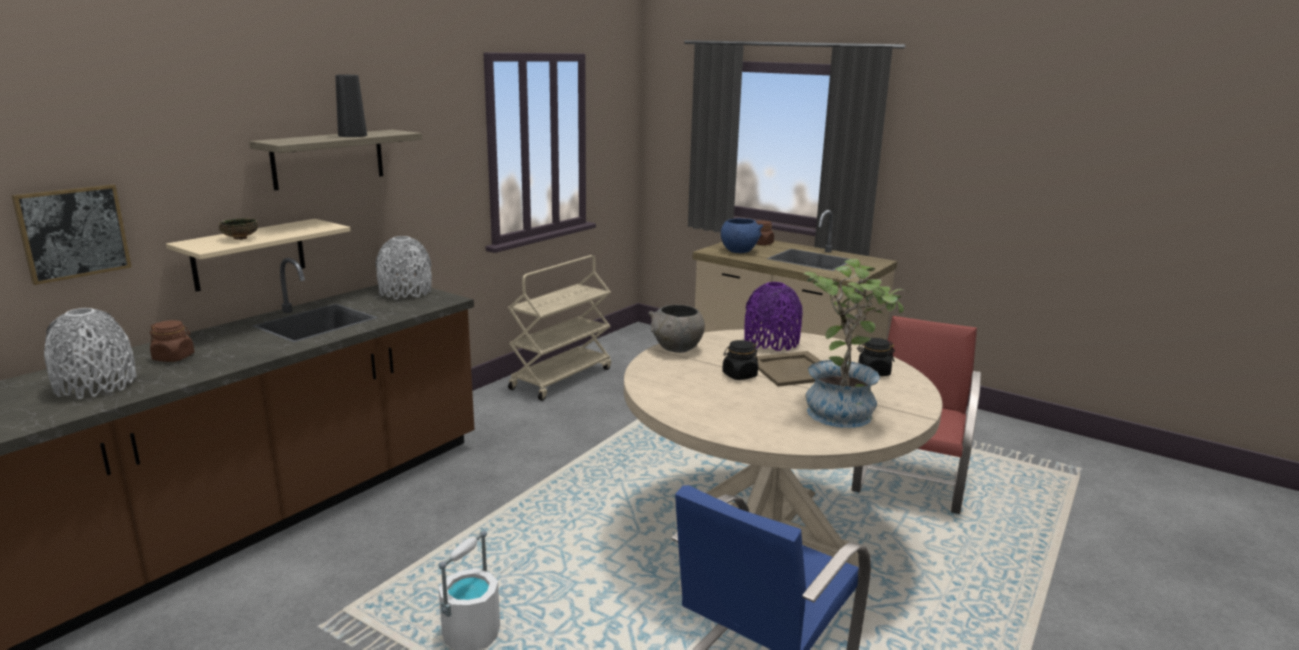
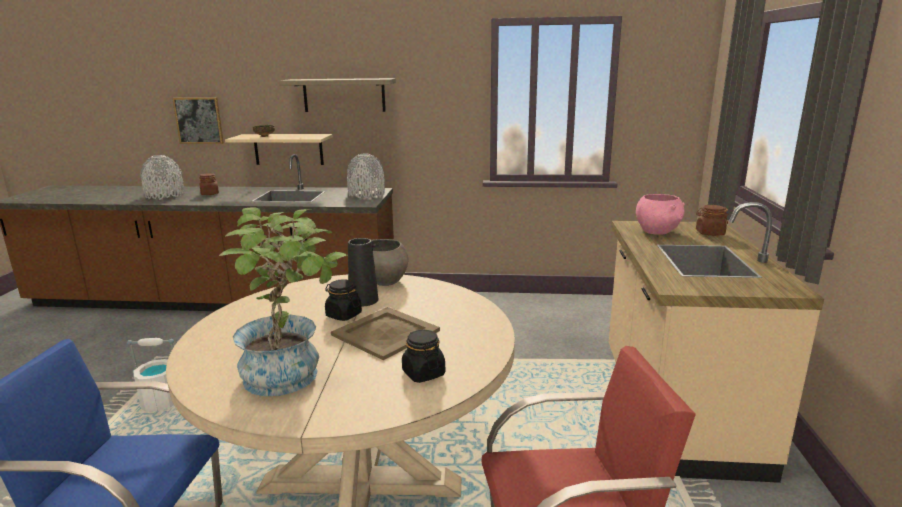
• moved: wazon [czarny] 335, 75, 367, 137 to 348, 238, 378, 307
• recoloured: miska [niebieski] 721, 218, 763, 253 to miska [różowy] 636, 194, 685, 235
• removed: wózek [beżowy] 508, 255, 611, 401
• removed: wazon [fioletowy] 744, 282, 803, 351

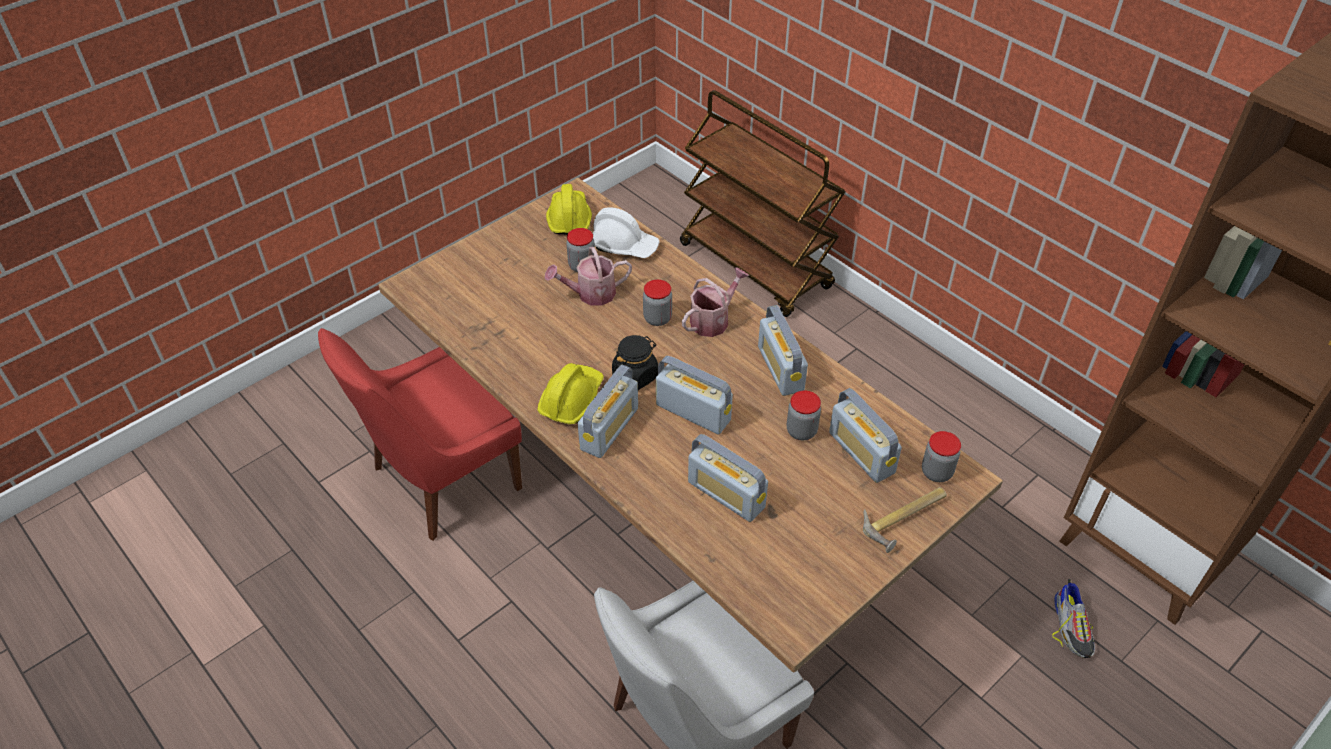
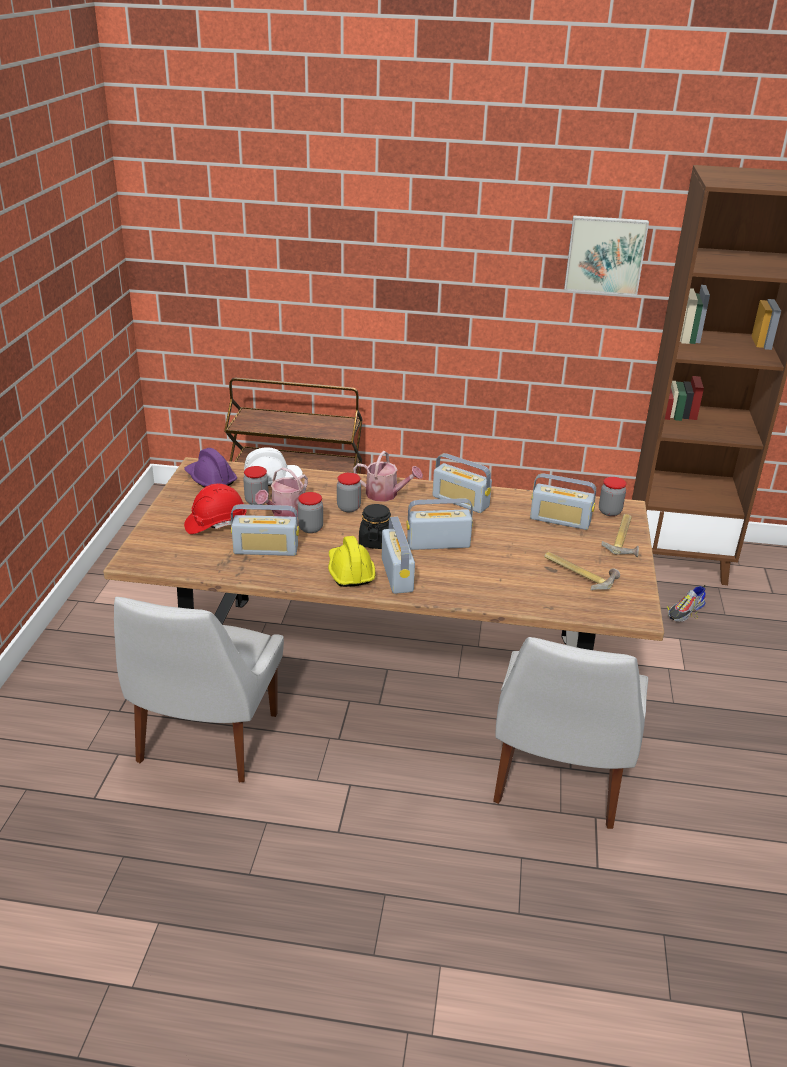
• recoloured: krzesło [czerwony] 318, 328, 522, 541 to krzesło [biały] 114, 597, 284, 782
• recoloured: kask [żółty] 546, 184, 592, 234 to kask [fioletowy] 184, 448, 237, 488
• added: kask [czerwony] 184, 484, 247, 534
• moved: radio 688, 434, 768, 522 to 231, 504, 299, 556
• moved: słoik 787, 391, 821, 440 to 298, 492, 323, 533
• turned: konewka 682, 267, 749, 337 = 353, 451, 423, 502 105 degrees clockwise
• added: młotek 544, 552, 620, 590
• added: obraz 564, 215, 649, 296
• turned: but 1052, 579, 1095, 658 = 667, 585, 706, 622 90 degrees clockwise

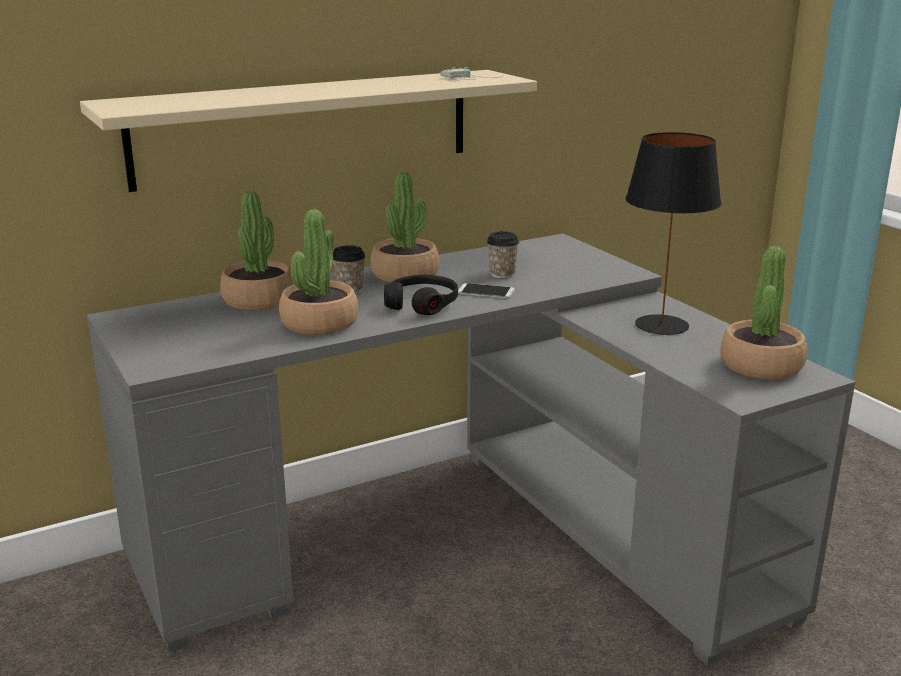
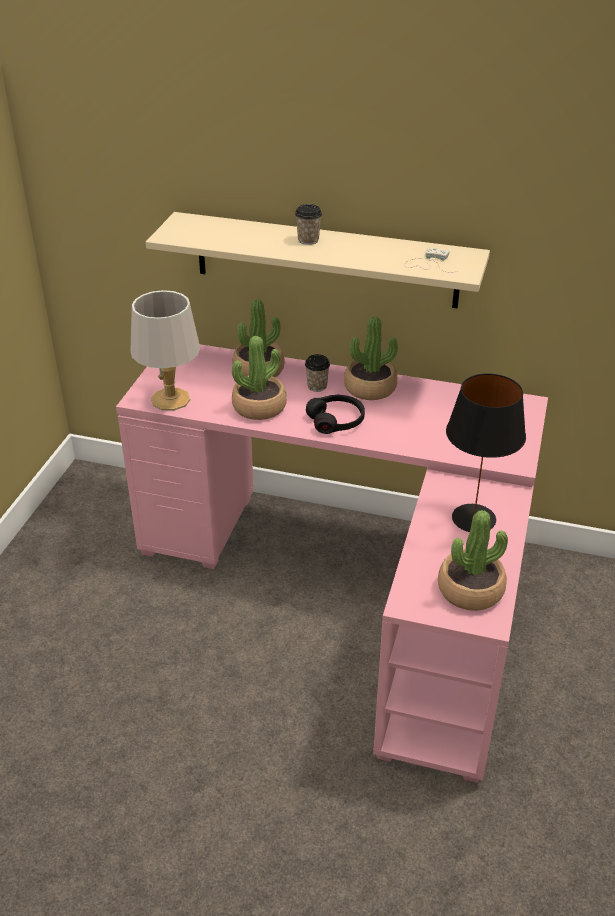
• recoloured: biurko [szary] 87, 234, 855, 666 to biurko [różowy] 116, 344, 548, 783
• added: lampa stołowa [szary] 130, 290, 201, 411
• moved: filiżanka 487, 231, 519, 278 to 295, 204, 322, 245
• removed: telefon 458, 283, 515, 298

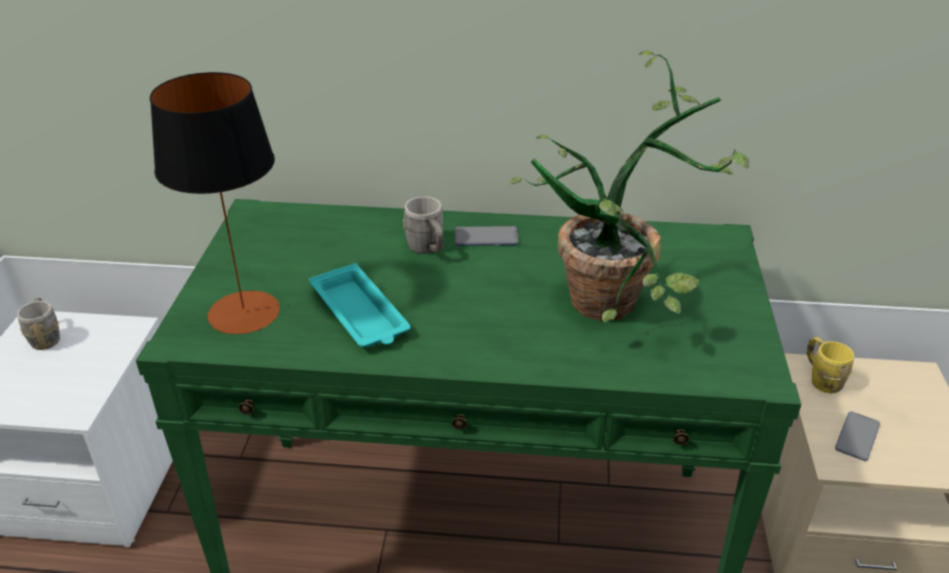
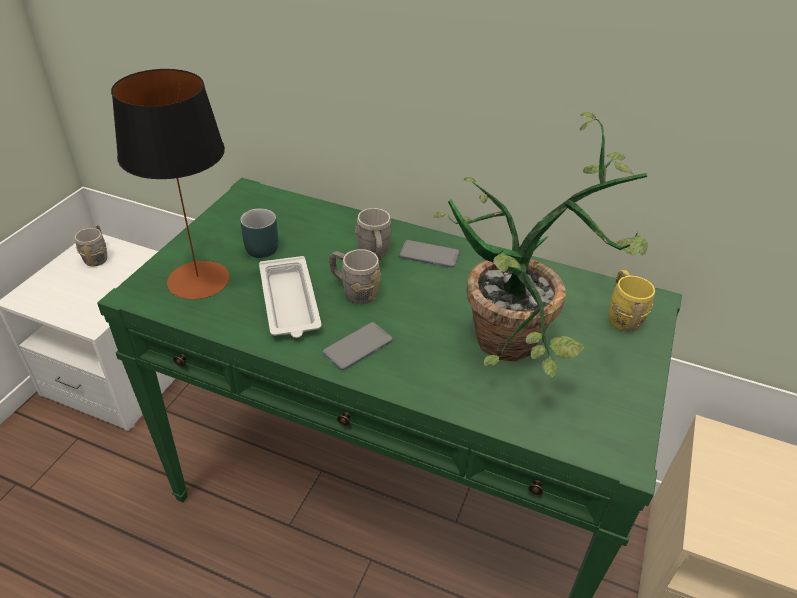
• added: kubek [turkusowy] 240, 208, 279, 258
• recoloured: taca [turkusowy] 309, 263, 410, 347 to taca [biały] 259, 256, 321, 338
• moved: telefon 835, 411, 880, 461 to 323, 322, 393, 370
• added: kubek [szary] 329, 249, 381, 304
• moved: kubek [żółty] 807, 337, 854, 393 to 609, 270, 655, 332

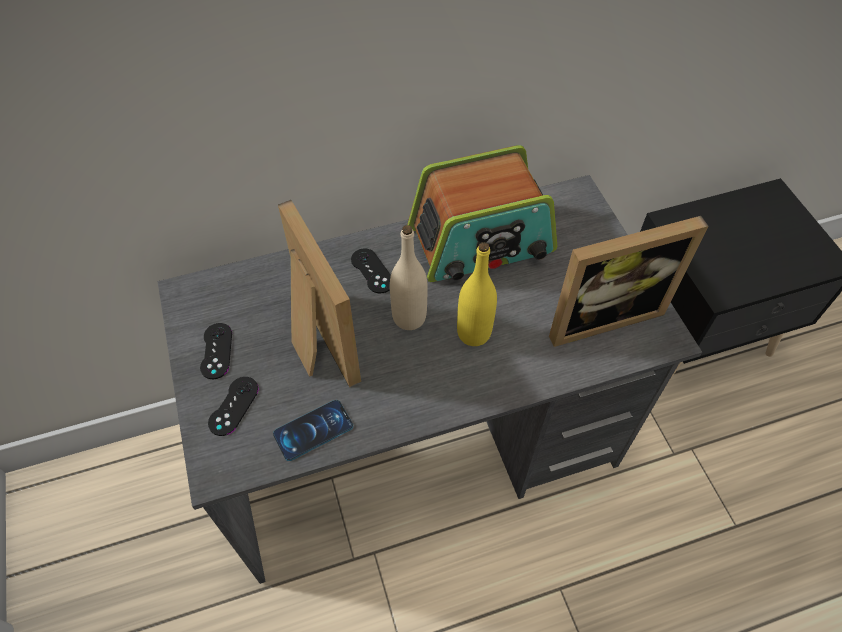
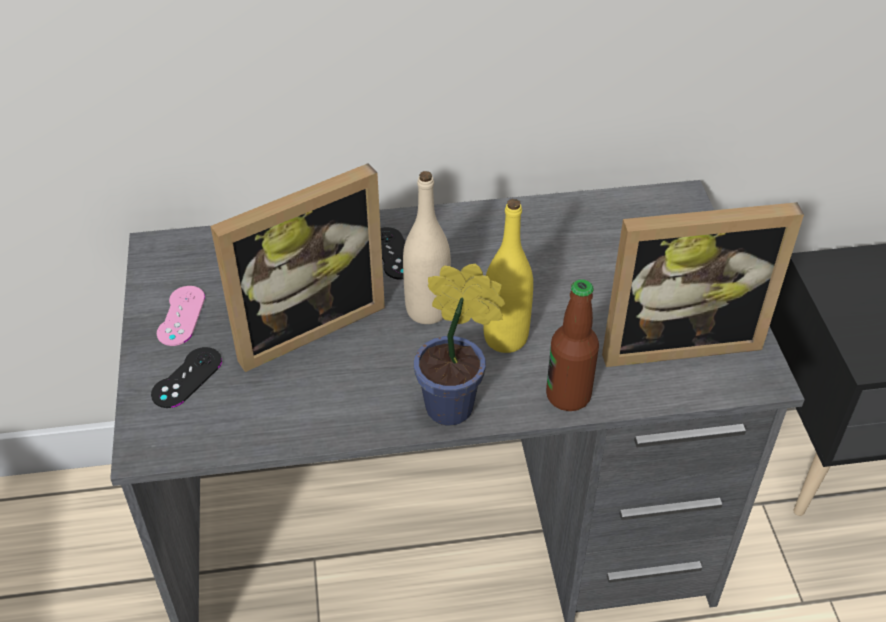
• recoloured: pad do gier [czarny] 200, 323, 232, 379 to pad do gier [różowy] 157, 286, 205, 346
• turned: ramka na zdjęcie 278, 200, 361, 387 = 210, 163, 385, 372 75 degrees clockwise
• added: roślina doniczkowa 414, 264, 505, 425
• added: butelka 546, 279, 599, 411
• removed: telefon 273, 400, 353, 461
• removed: radio 407, 145, 557, 282

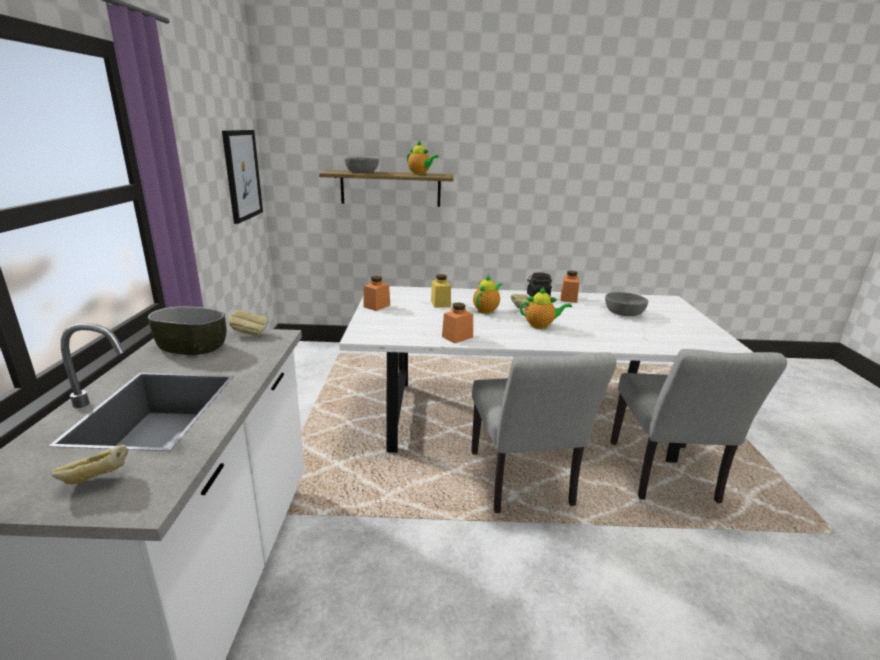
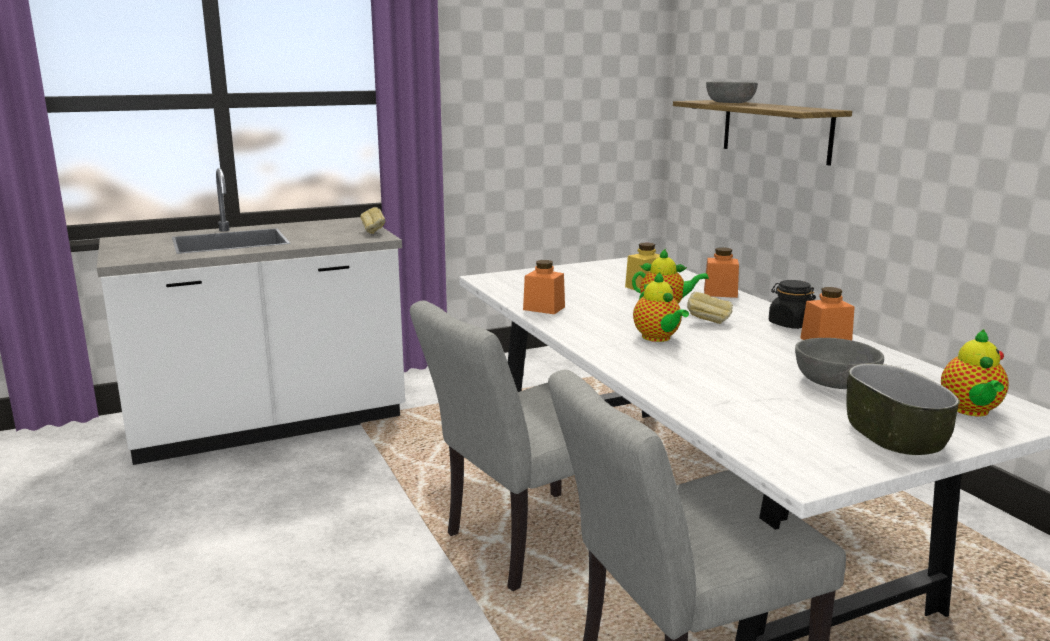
• moved: słoik [pomarańczowy] 363, 276, 390, 311 to 704, 247, 739, 298
• moved: miska 148, 306, 226, 355 to 847, 364, 960, 455
• moved: imbryk 407, 140, 439, 174 to 941, 329, 1009, 416
• removed: chleb 51, 445, 128, 485
• removed: obraz 222, 130, 263, 224

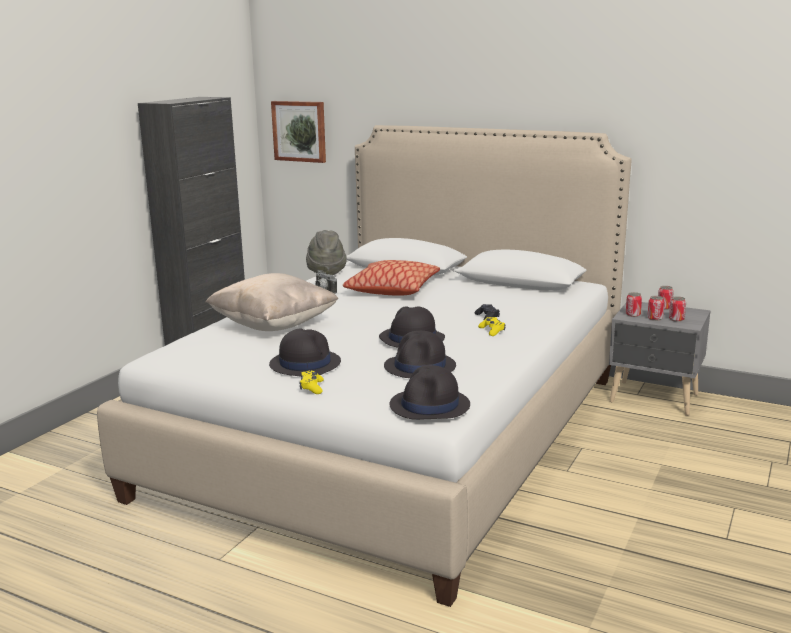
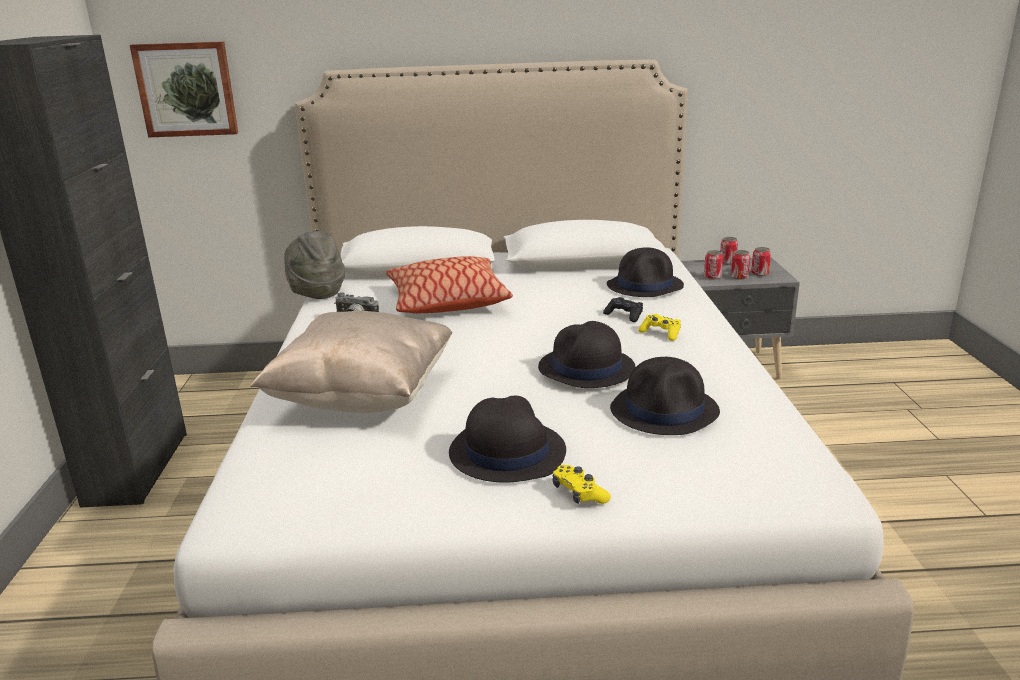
• moved: kapelusz [czarny] 389, 365, 470, 420 to 607, 248, 684, 297

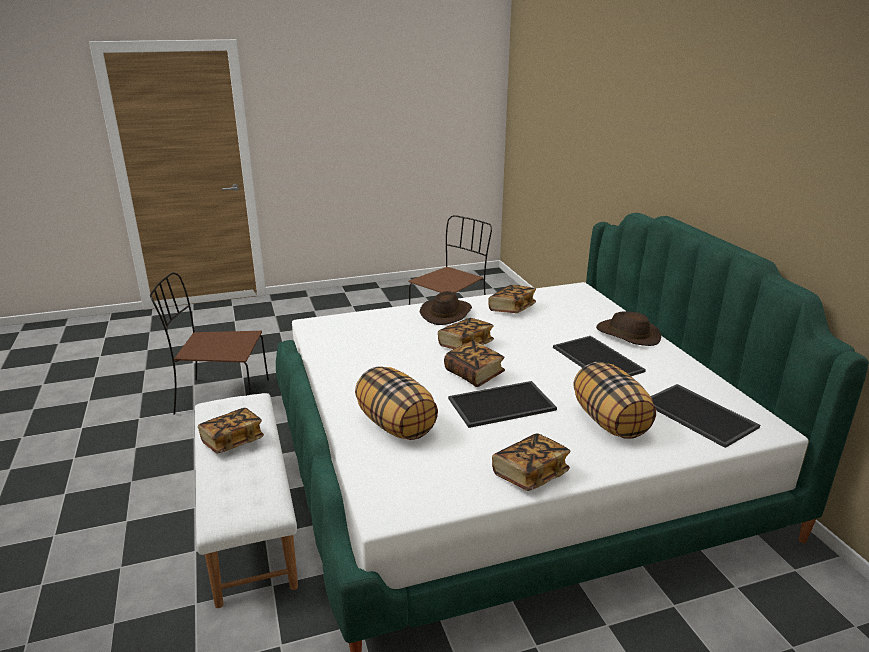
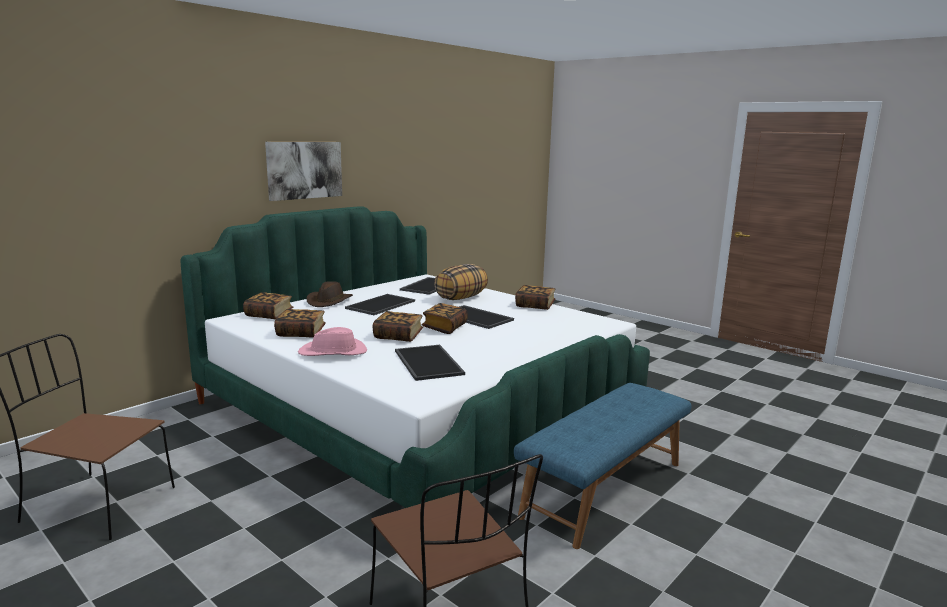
• moved: książka 198, 408, 264, 454 to 243, 292, 293, 319
• added: obraz 265, 142, 342, 201
• recoloured: kapelusz [brązowy] 420, 291, 472, 325 to kapelusz [różowy] 298, 327, 367, 356
• added: taca 395, 345, 465, 381
• recoloured: ławka [biały] 195, 393, 298, 608 to ławka [niebieski] 514, 383, 691, 549
• removed: poduszka 355, 367, 438, 440

